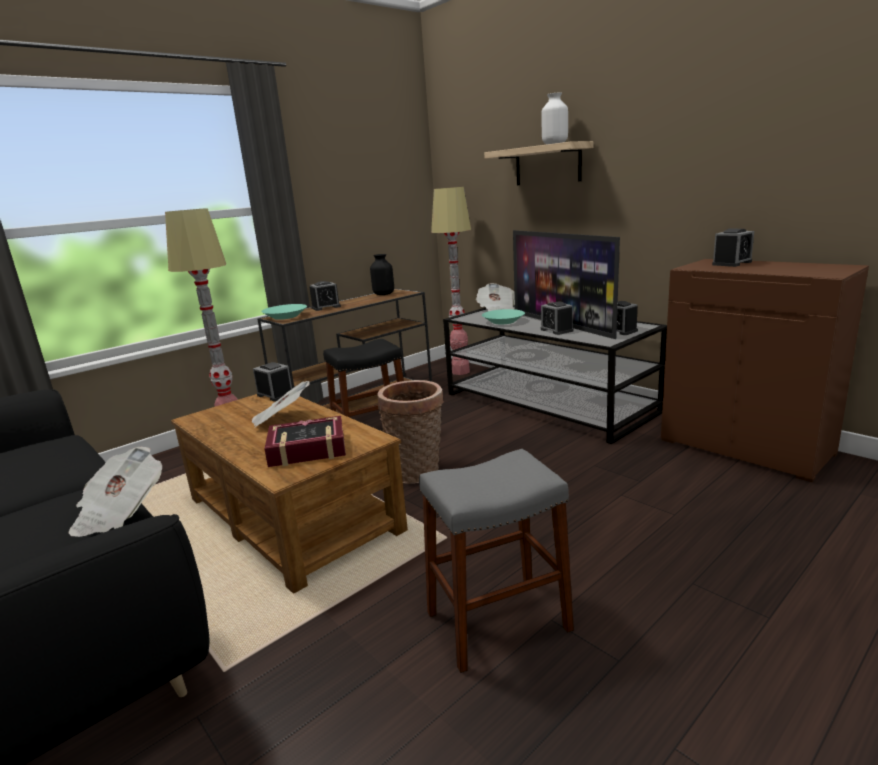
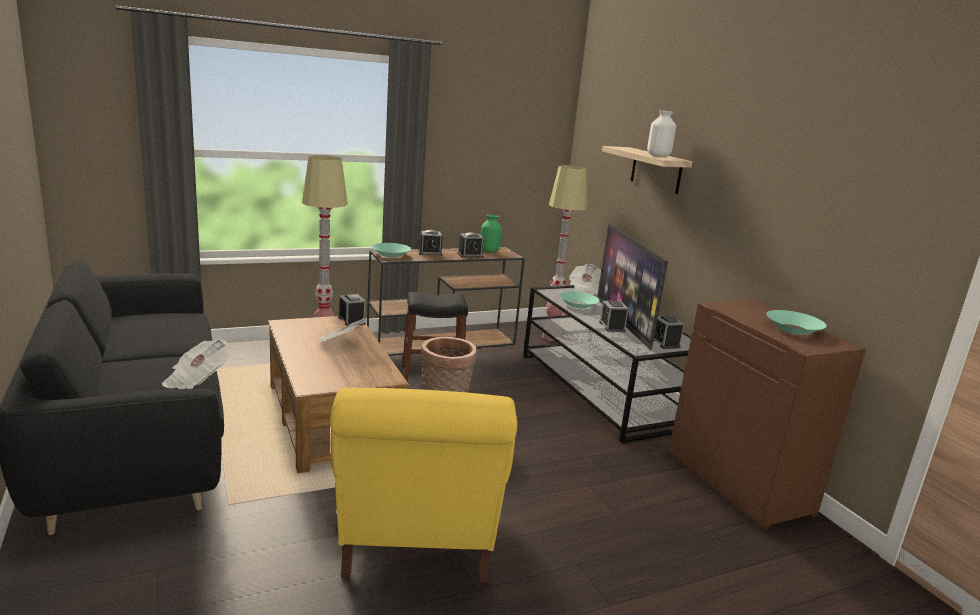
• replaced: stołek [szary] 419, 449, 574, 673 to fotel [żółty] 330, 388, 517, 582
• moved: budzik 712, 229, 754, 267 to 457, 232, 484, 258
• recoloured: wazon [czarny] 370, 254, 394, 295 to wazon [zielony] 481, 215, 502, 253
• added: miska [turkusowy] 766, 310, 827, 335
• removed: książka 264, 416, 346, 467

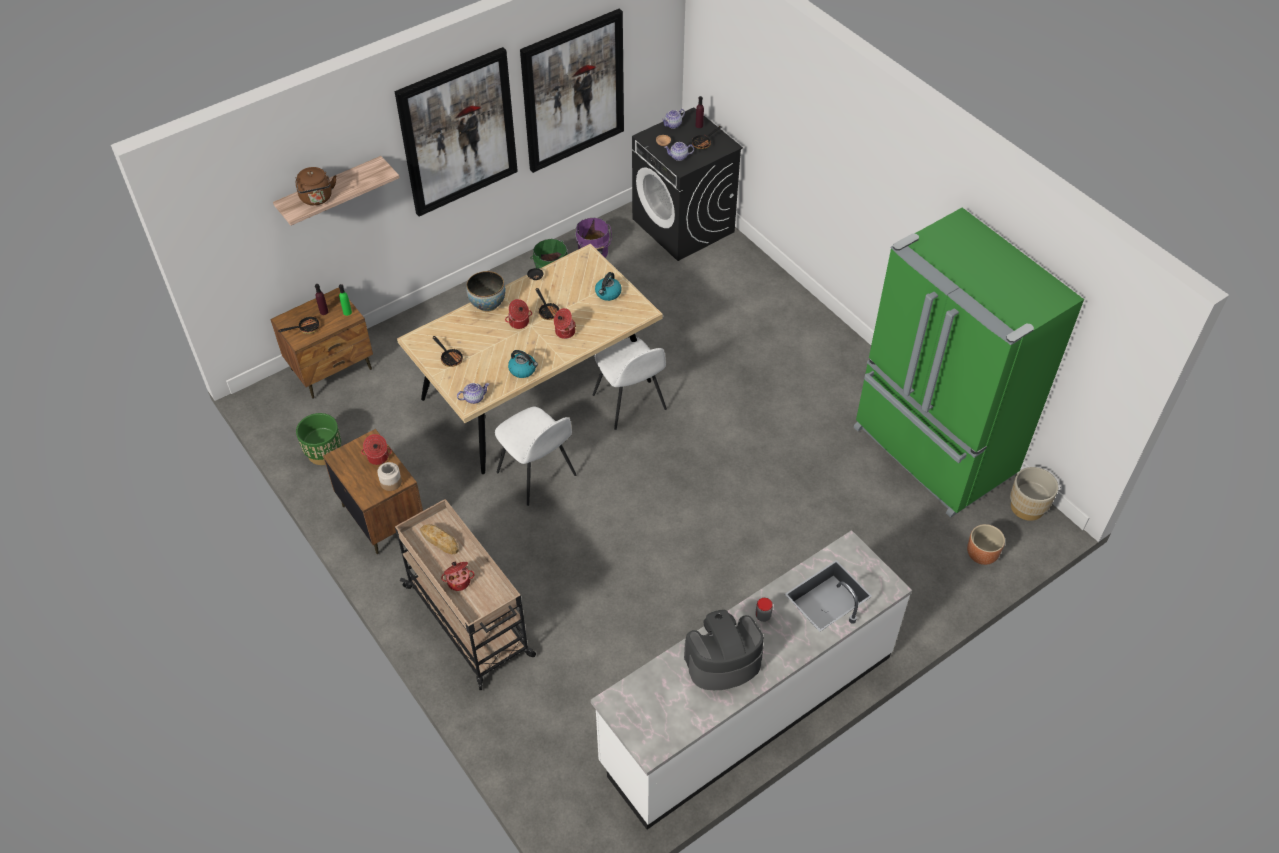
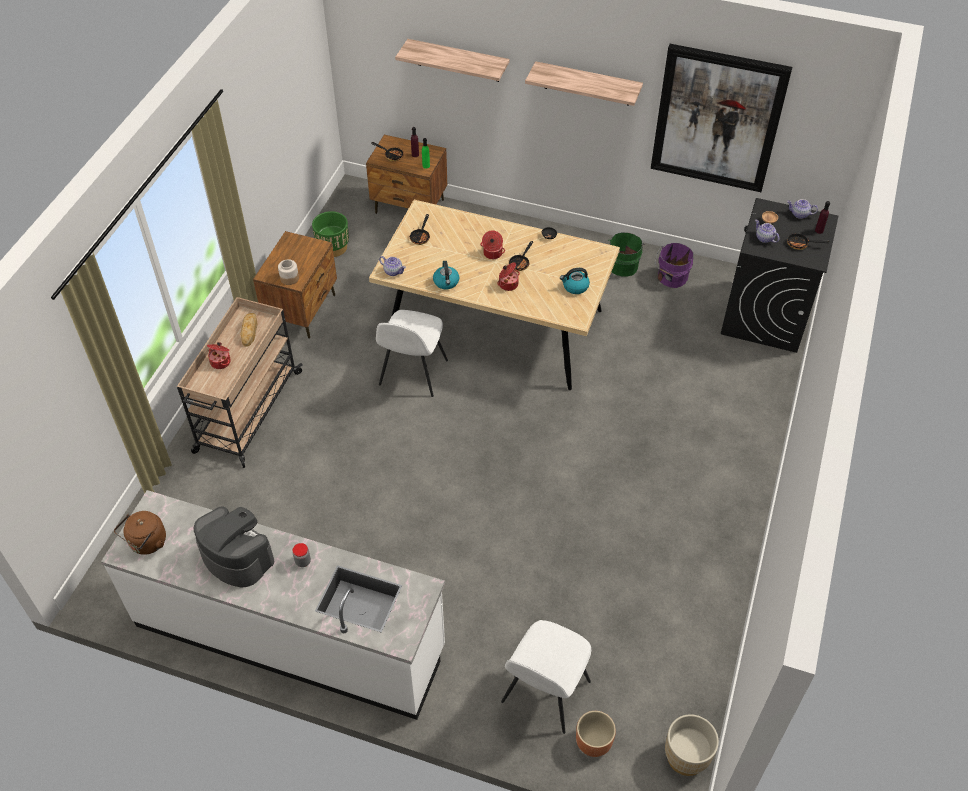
• moved: czajnik [brązowy] 295, 167, 336, 205 to 114, 511, 166, 555
• moved: krzesło [biały] 593, 337, 667, 430 to 501, 620, 591, 734
• replaced: obraz 395, 47, 518, 217 to półka 525, 61, 643, 106
• removed: garnek 361, 434, 392, 465
• removed: miska 466, 271, 506, 312
• removed: lodówka [zielony] 854, 208, 1084, 518

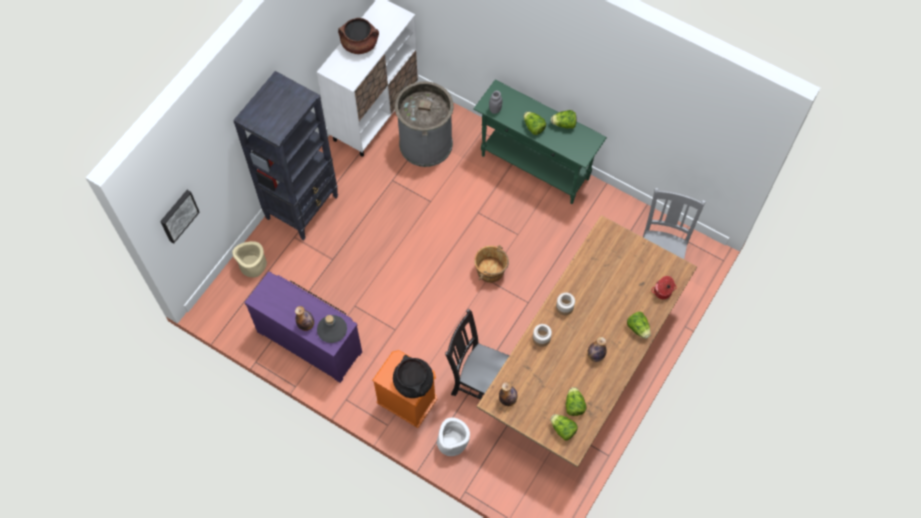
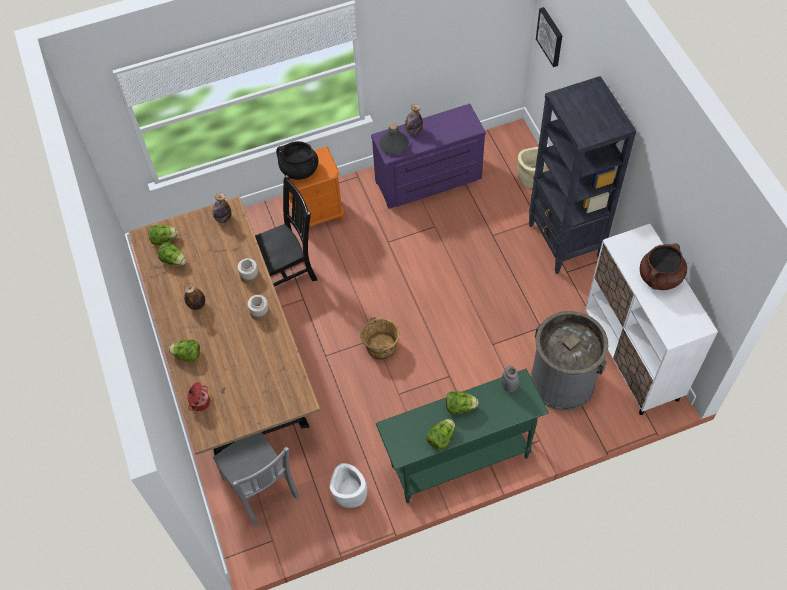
• moved: donica [biały] 437, 417, 470, 456 to 330, 463, 367, 508

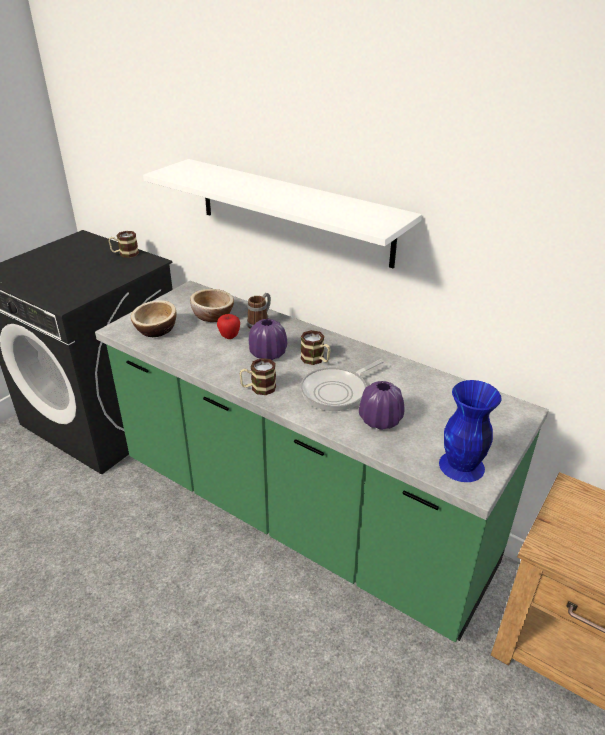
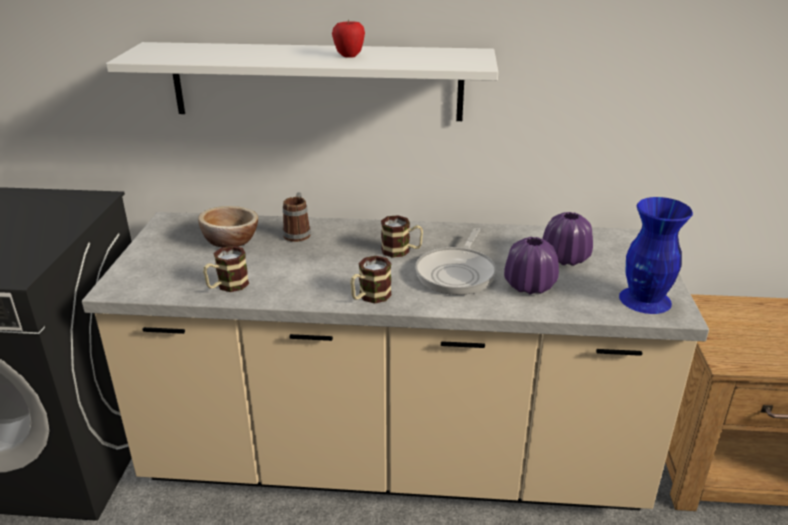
• recoloured: zabudowa kuchenna [zielony] 95, 281, 549, 642 to zabudowa kuchenna [beżowy] 82, 212, 709, 510
• moved: kubek 109, 231, 139, 258 to 203, 246, 249, 292
• moved: jabłko 217, 314, 240, 339 to 332, 19, 365, 58
• moved: wazon [fioletowy] 249, 319, 287, 360 to 542, 212, 593, 266
• removed: miska 131, 300, 177, 337

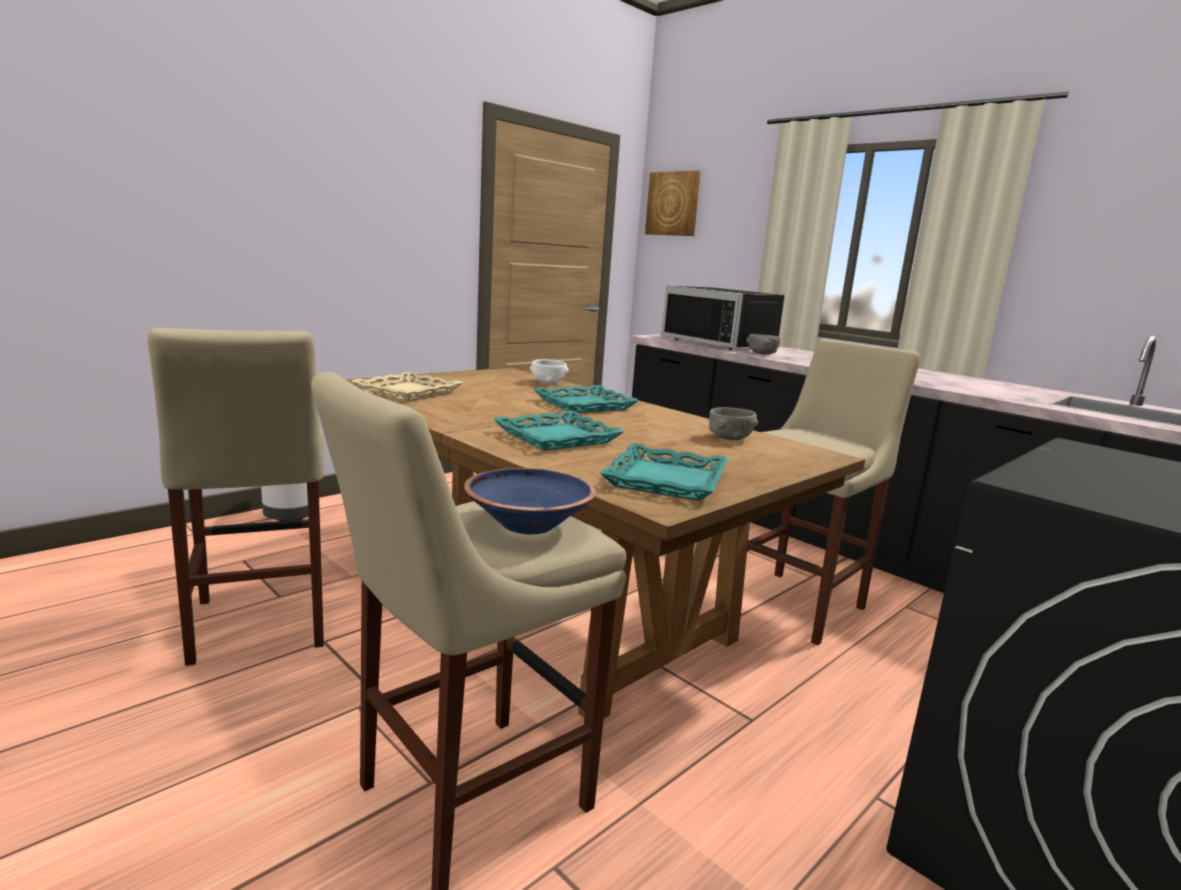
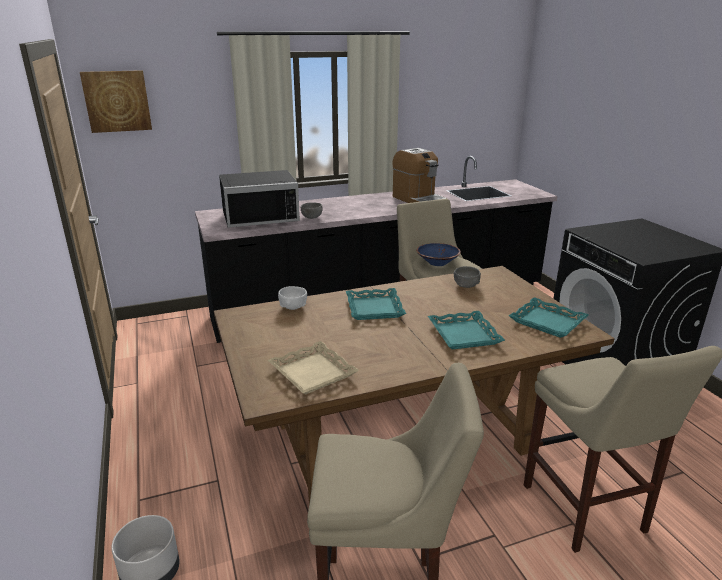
• added: ekspres do kawy 393, 148, 447, 203
• moved: miska [niebieski] 464, 468, 596, 534 to 416, 243, 461, 266

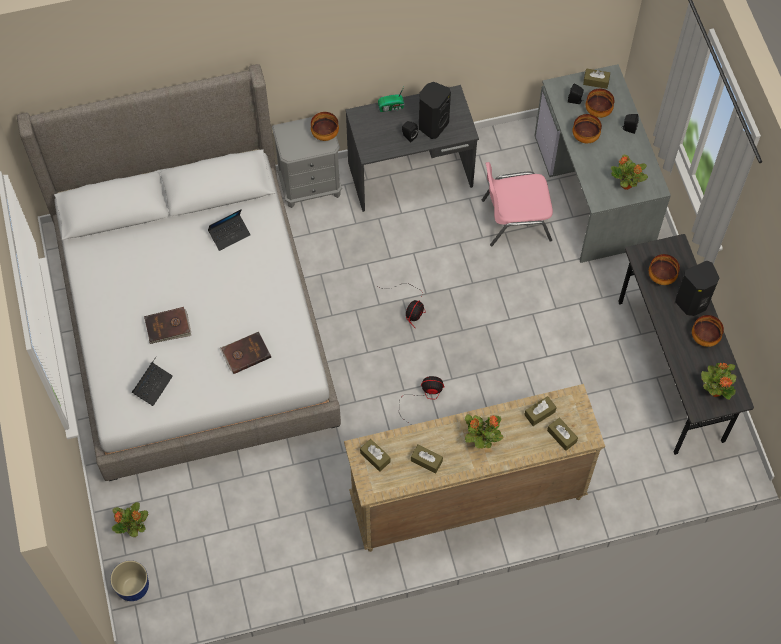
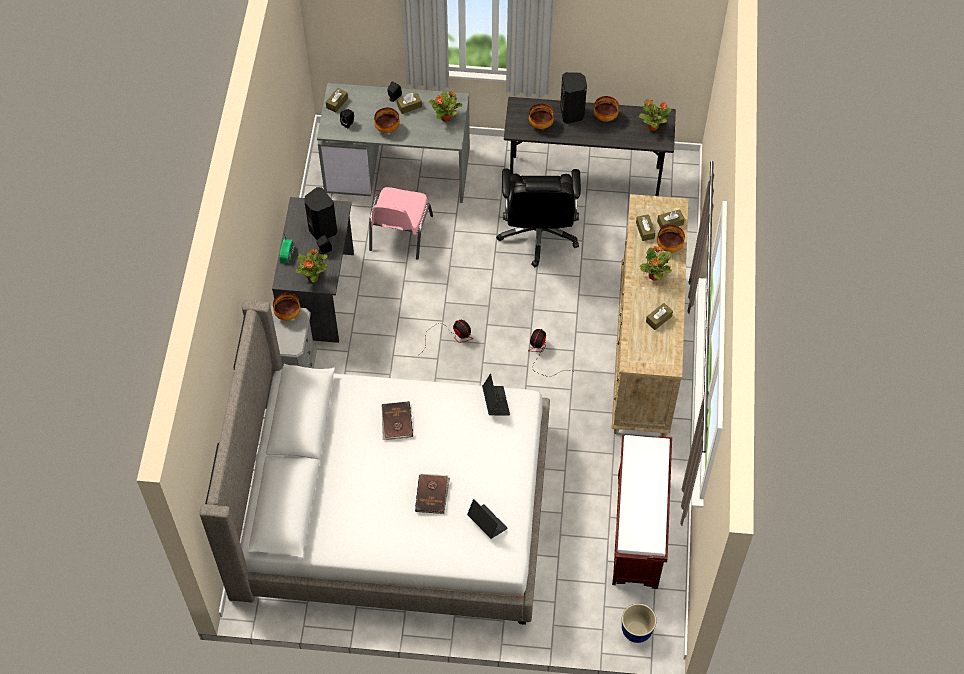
• moved: roślina doniczkowa 112, 502, 148, 537 to 296, 249, 328, 282
• moved: książka [brązowy] 220, 332, 271, 374 to 381, 401, 413, 440
• moved: pudełko chusteczek [brązowy] 360, 439, 390, 472 to 397, 93, 422, 114
• moved: laptop 208, 209, 251, 251 to 482, 374, 510, 416
• added: krzesło biurowe [czarny] 496, 169, 581, 267
• added: ławka [brązowy] 612, 435, 672, 589
• moved: miska 586, 89, 614, 118 to 657, 225, 685, 253

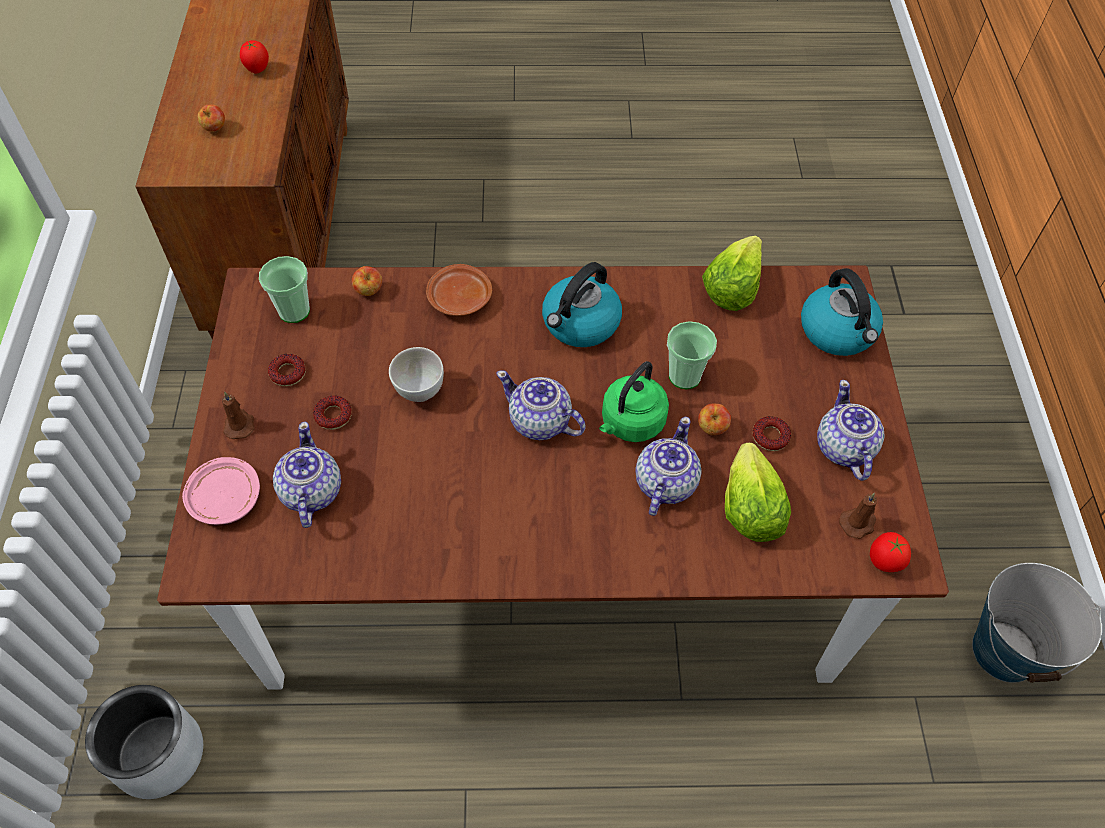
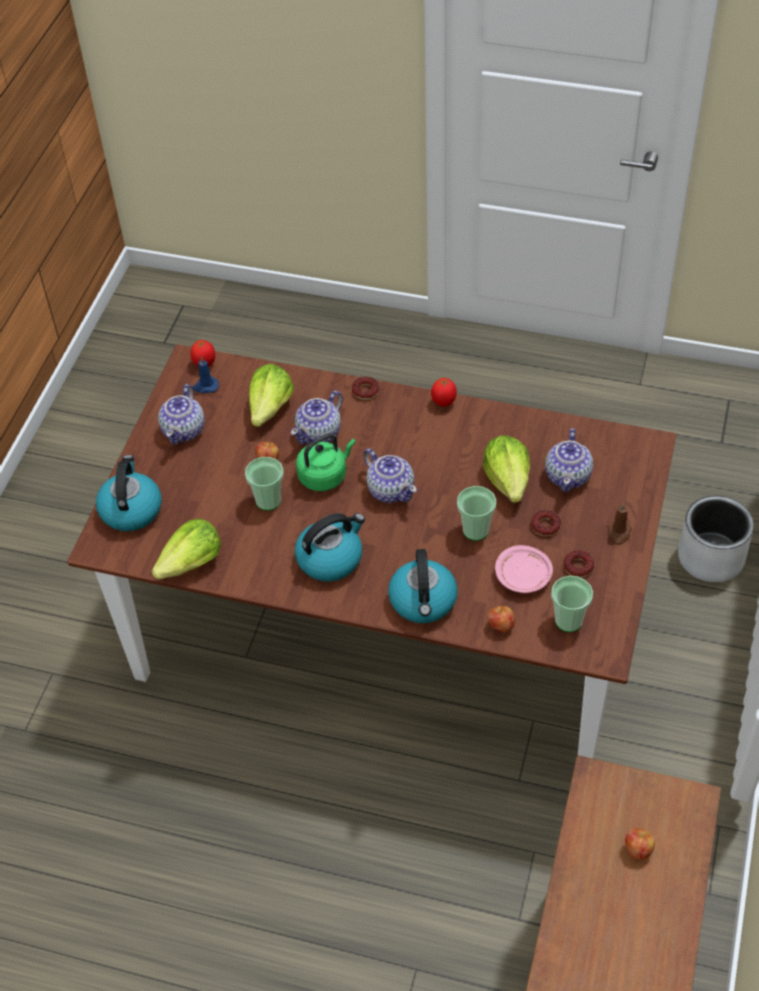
• recoloured: świeca [brązowy] 839, 493, 877, 539 to świeca [niebieski] 193, 356, 219, 394
• moved: donut 753, 416, 791, 451 to 352, 377, 379, 400
• replaced: talerz [brązowy] 426, 264, 492, 316 to czajnik 388, 549, 458, 623
• moved: pomidor 240, 40, 269, 73 to 431, 378, 457, 407
• replaced: miska [biały] 389, 347, 444, 402 to filiżanka 457, 486, 496, 541
• added: sałata 483, 436, 530, 503
• moved: talerz [różowy] 182, 457, 260, 525 to 495, 545, 553, 593
• removed: wiadro 972, 563, 1102, 683

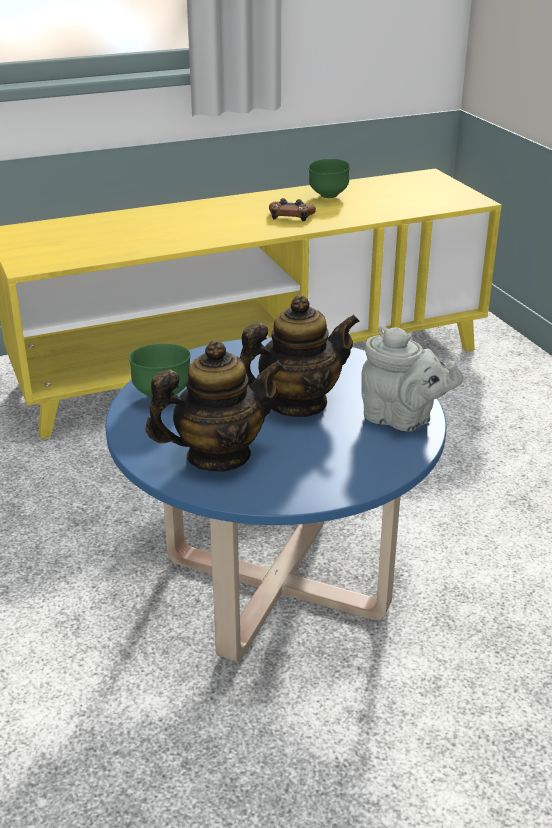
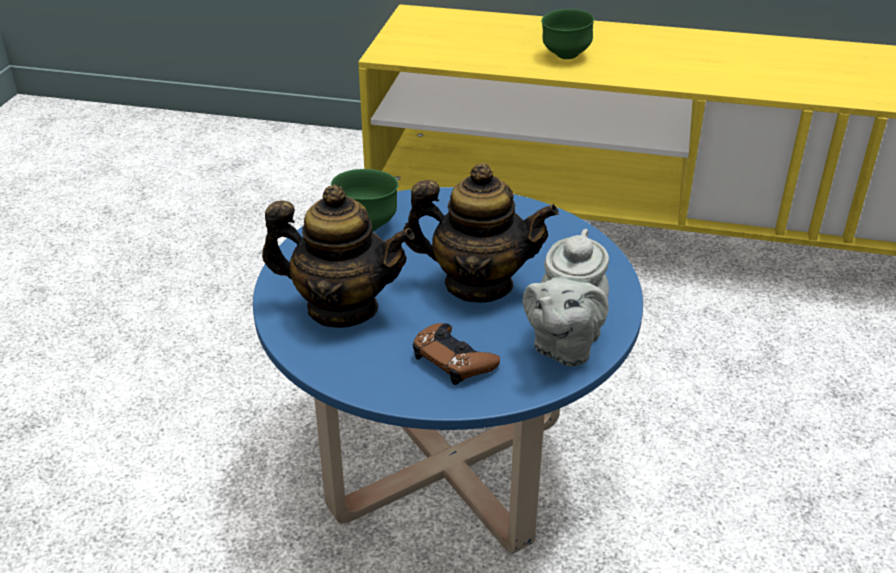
• moved: pad do gier [brązowy] 269, 198, 316, 222 to 413, 323, 500, 385
• turned: imbryk [szary] 361, 325, 463, 431 = 523, 229, 609, 366 45 degrees clockwise
• moved: miska [zielony] 308, 159, 350, 198 to 541, 9, 594, 59

